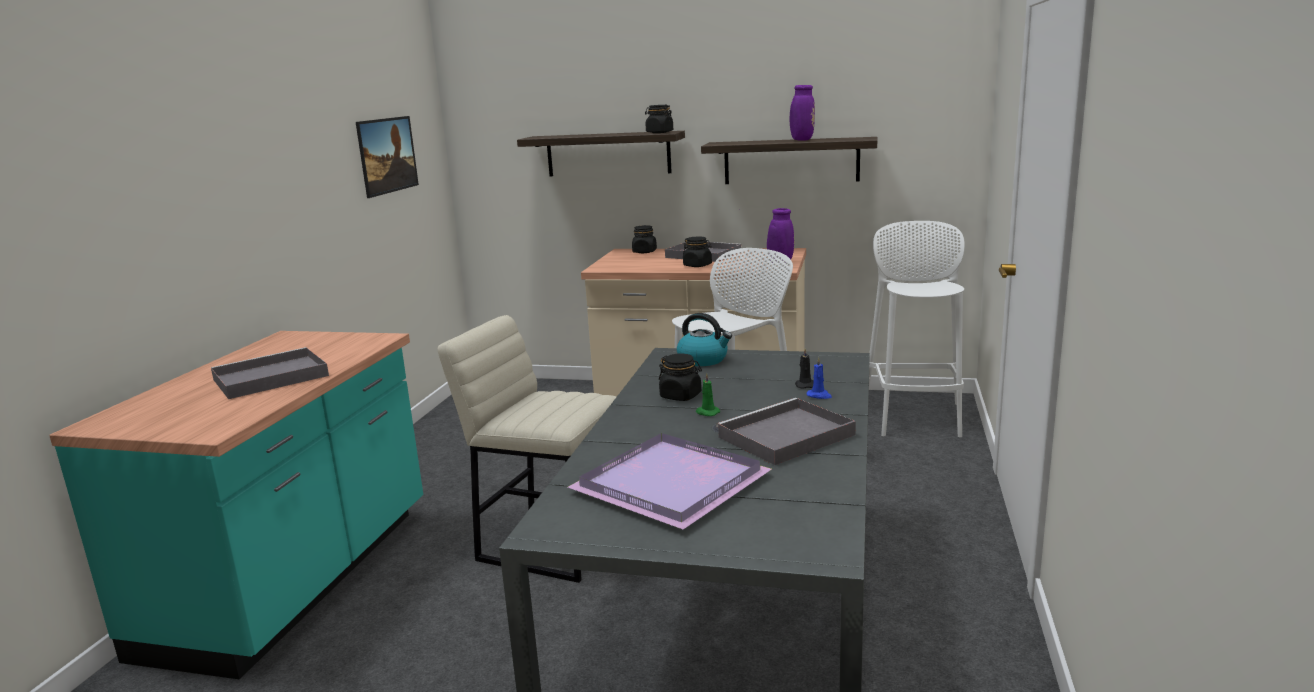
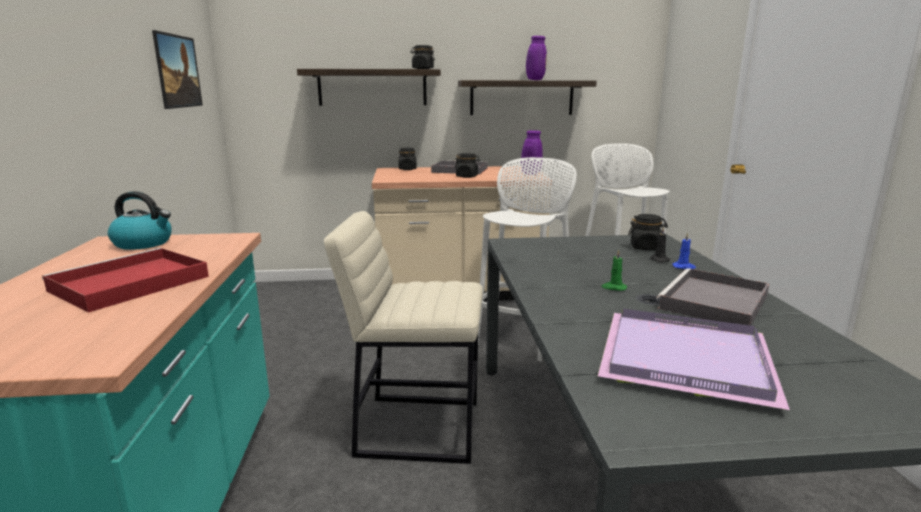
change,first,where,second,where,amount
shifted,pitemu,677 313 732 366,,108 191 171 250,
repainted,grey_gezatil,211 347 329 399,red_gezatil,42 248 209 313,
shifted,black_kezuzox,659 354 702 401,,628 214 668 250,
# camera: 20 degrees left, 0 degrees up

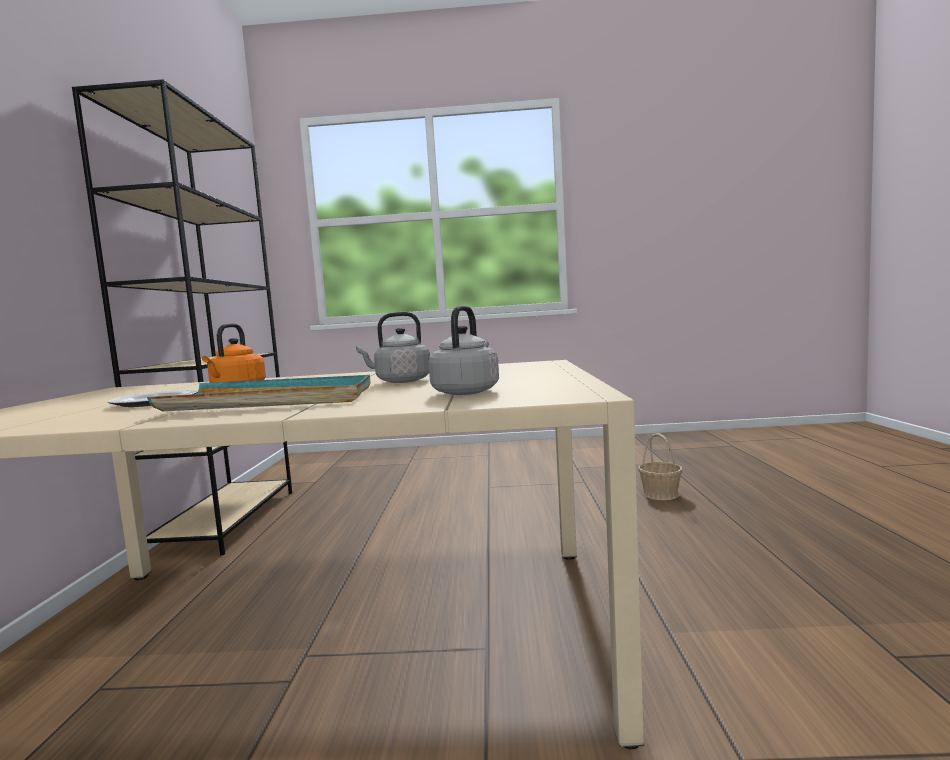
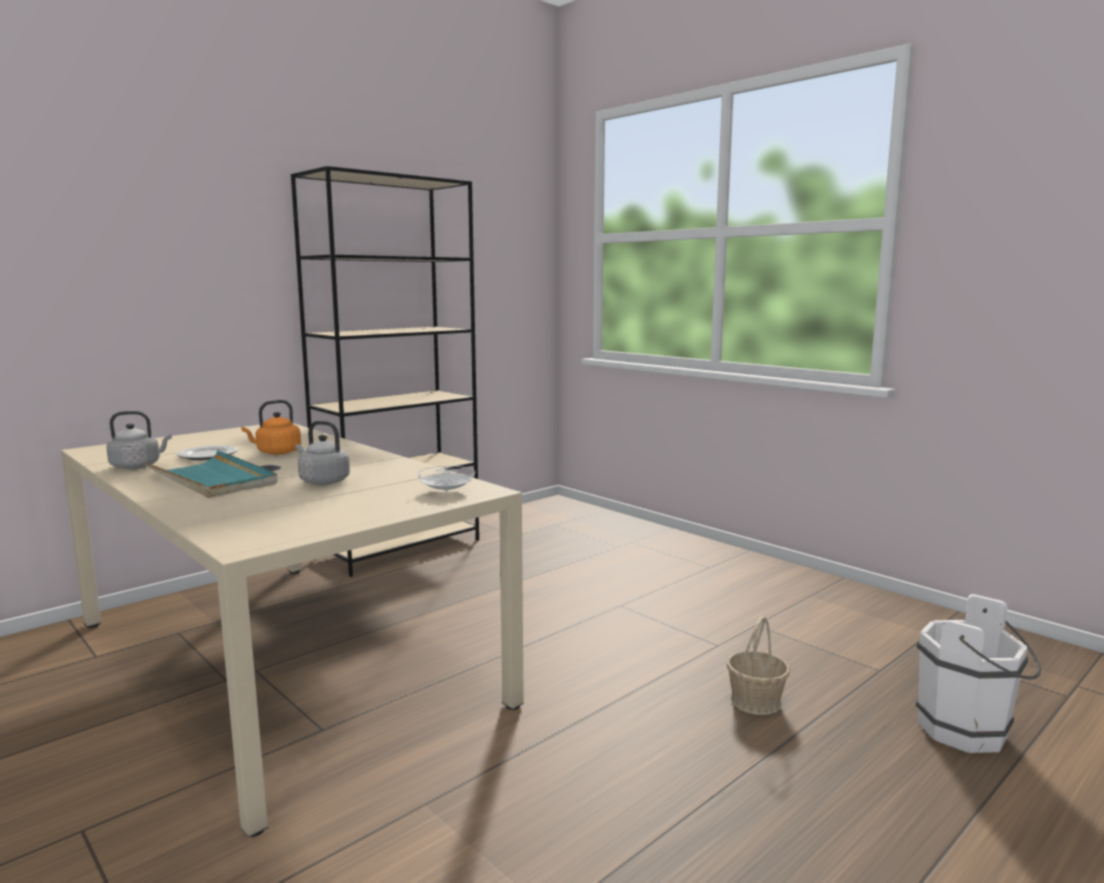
change,first,where,second,where,amount
shifted,grey_pitemu,429 305 499 395,,106 411 172 469,
new,,,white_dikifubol,417 466 476 492,
new,,,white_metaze,916 594 1041 753,
# camera: 45 degrees right, 5 degrees up

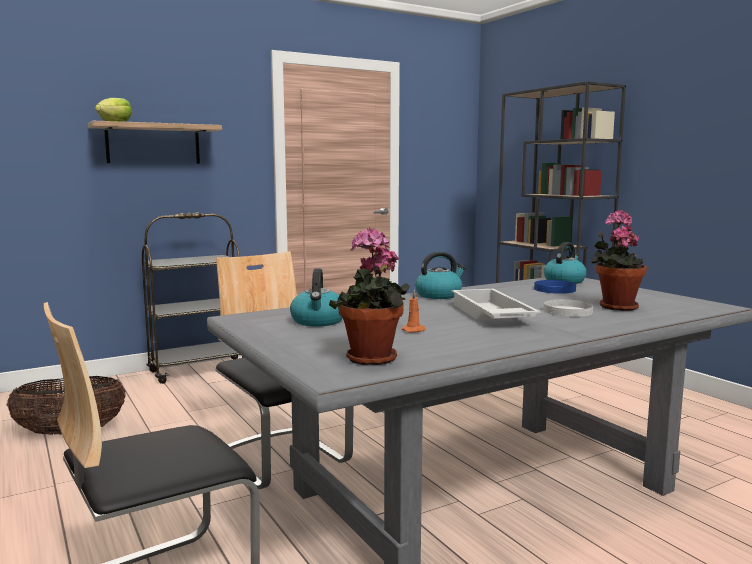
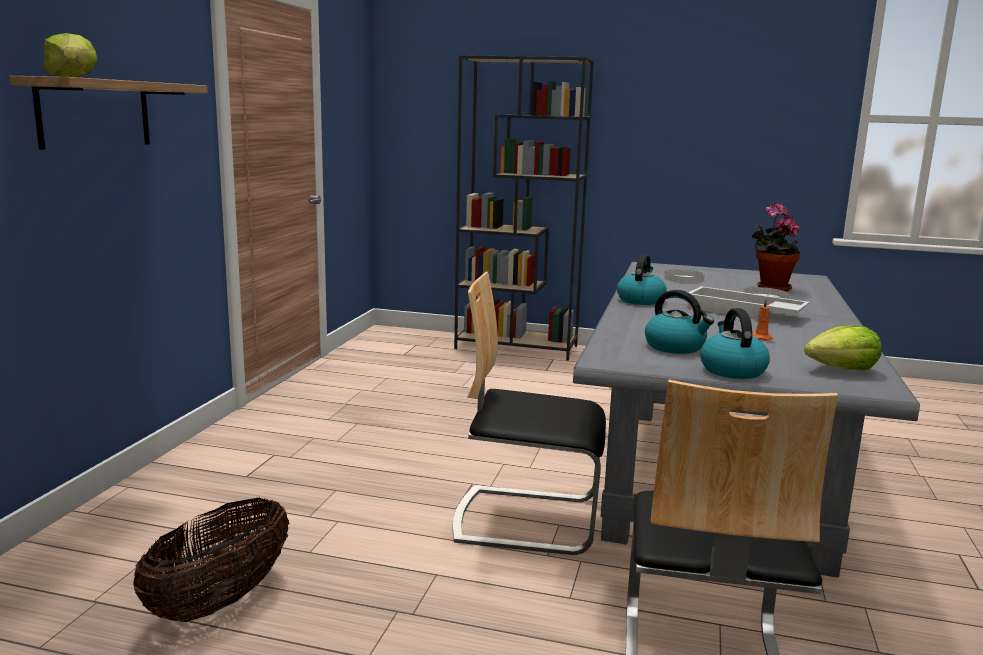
change,first,where,second,where,amount
gone,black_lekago,142 212 244 384,,,
swapped,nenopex,329 227 410 365,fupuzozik,804 326 882 370,
shifted,pitemu,544 242 587 284,,700 308 770 379,
repainted,blue_dikifubol,534 280 576 294,white_dikifubol,664 269 705 283,
# camera: 45 degrees left, 5 degrees up

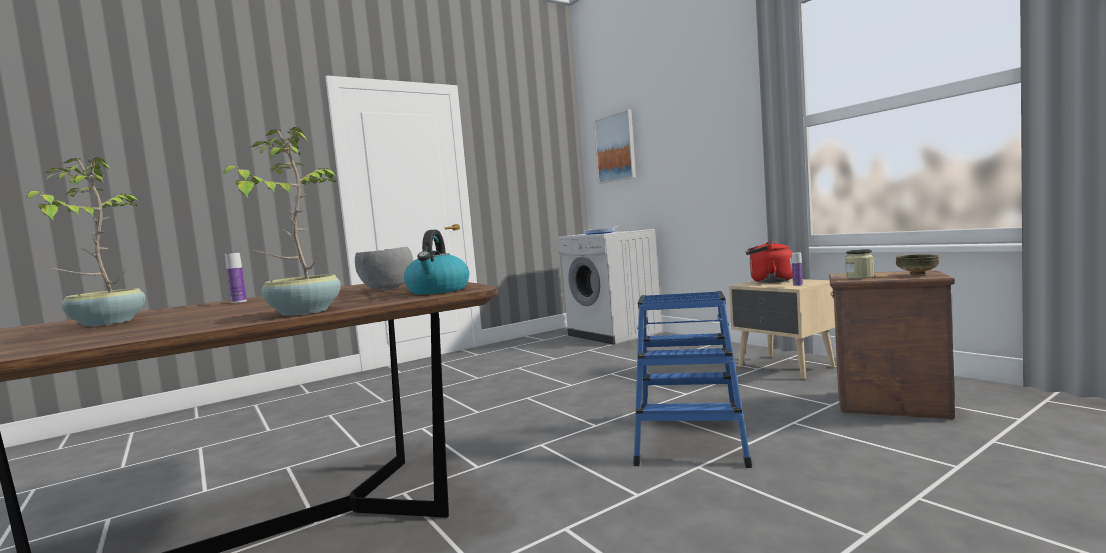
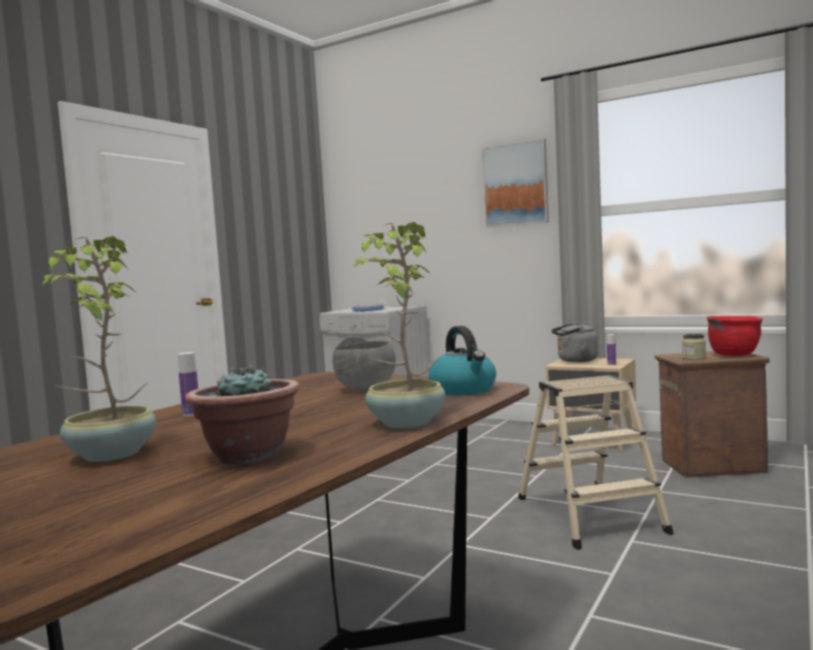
change,first,where,second,where,amount
shifted,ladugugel,594 109 636 184,,482 138 549 228,
repainted,red_pitemu,746 241 793 283,grey_pitemu,551 322 598 362,
swapped,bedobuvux,896 254 939 275,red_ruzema,707 316 763 356,
repainted,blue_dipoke,633 291 752 468,beige_dipoke,518 375 674 550,
new,,,nenopex,185 364 300 465,
# camera: 25 degrees left, 0 degrees up

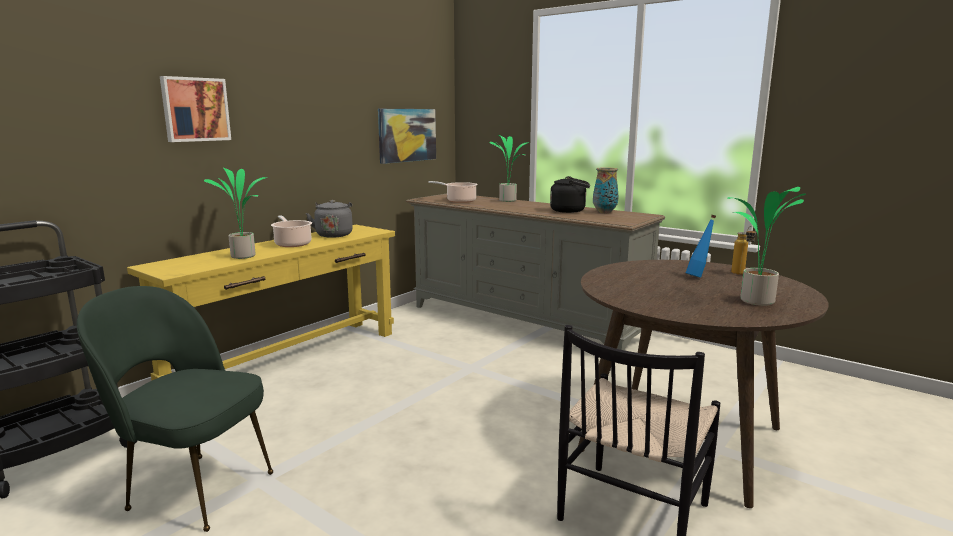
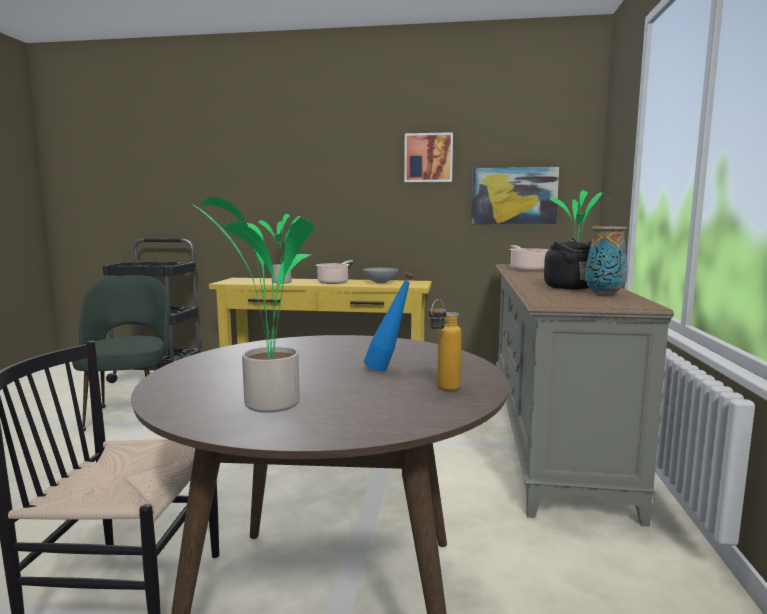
change,first,where,second,where,amount
shifted,ladugugel,160 76 231 142,,404 132 453 182,
swapped,grey_pitemu,306 200 353 238,grey_bedobuvux,363 268 399 284,
# camera: 60 degrees right, 5 degrees down

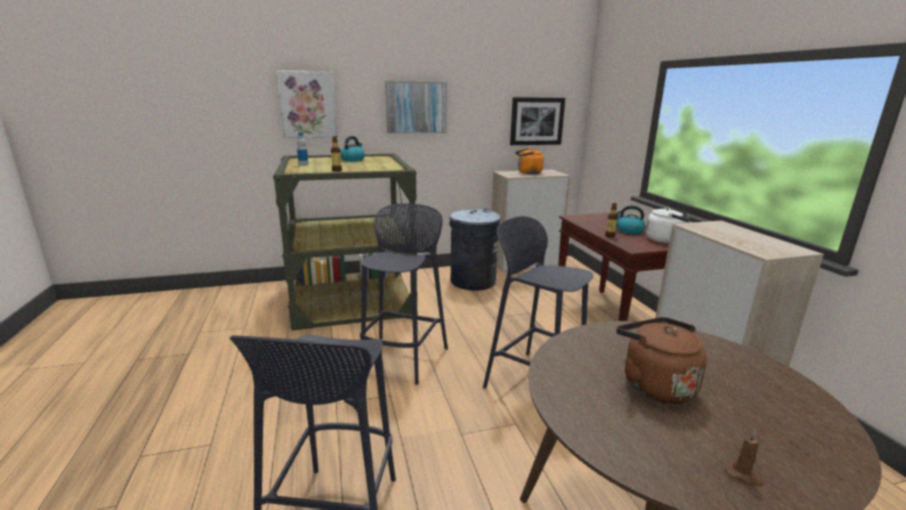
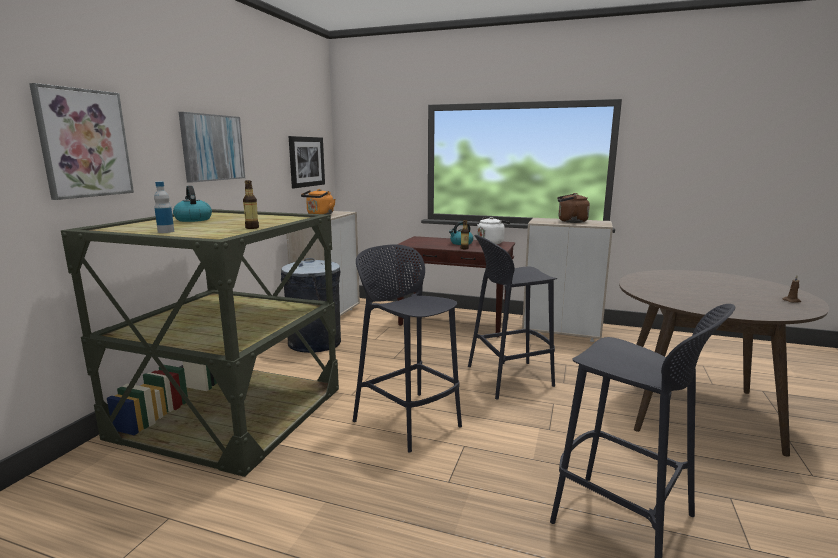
change,first,where,second,where,amount
shifted,brown_pitemu,616 317 707 404,,557 193 590 223,
# camera: 55 degrees left, 5 degrees down

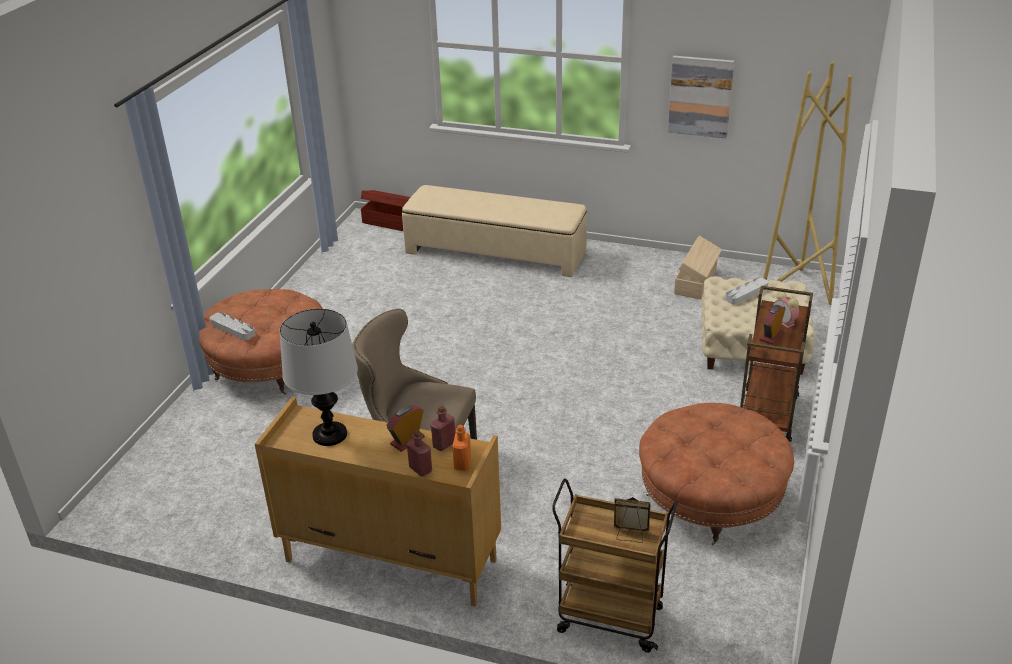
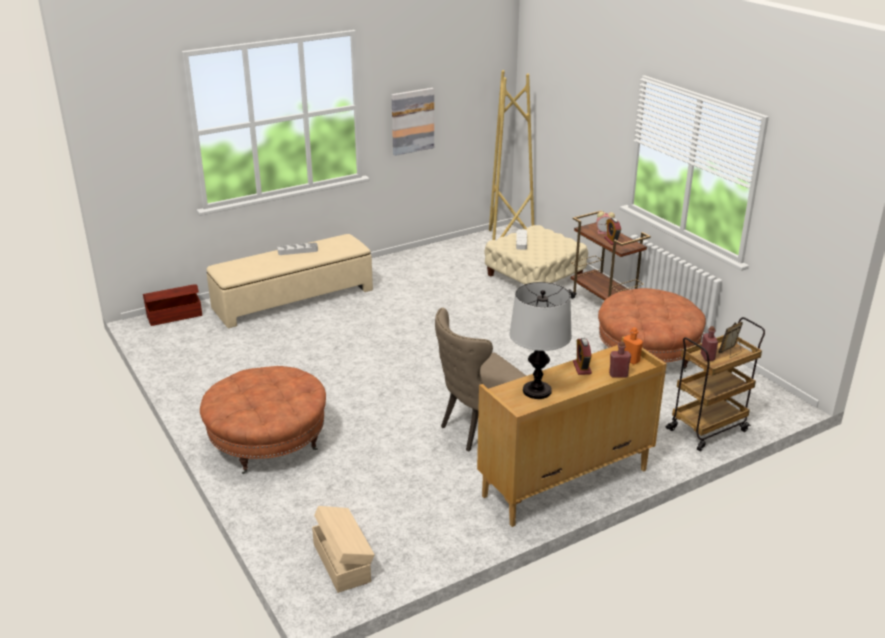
change,first,where,second,where,amount
shifted,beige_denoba,674 236 722 299,,312 506 375 593,
shifted,grey_gezatil,210 312 255 340,,277 243 318 255,
shifted,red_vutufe,430 406 455 451,,701 326 718 361,
# camera: 50 degrees left, 5 degrees down

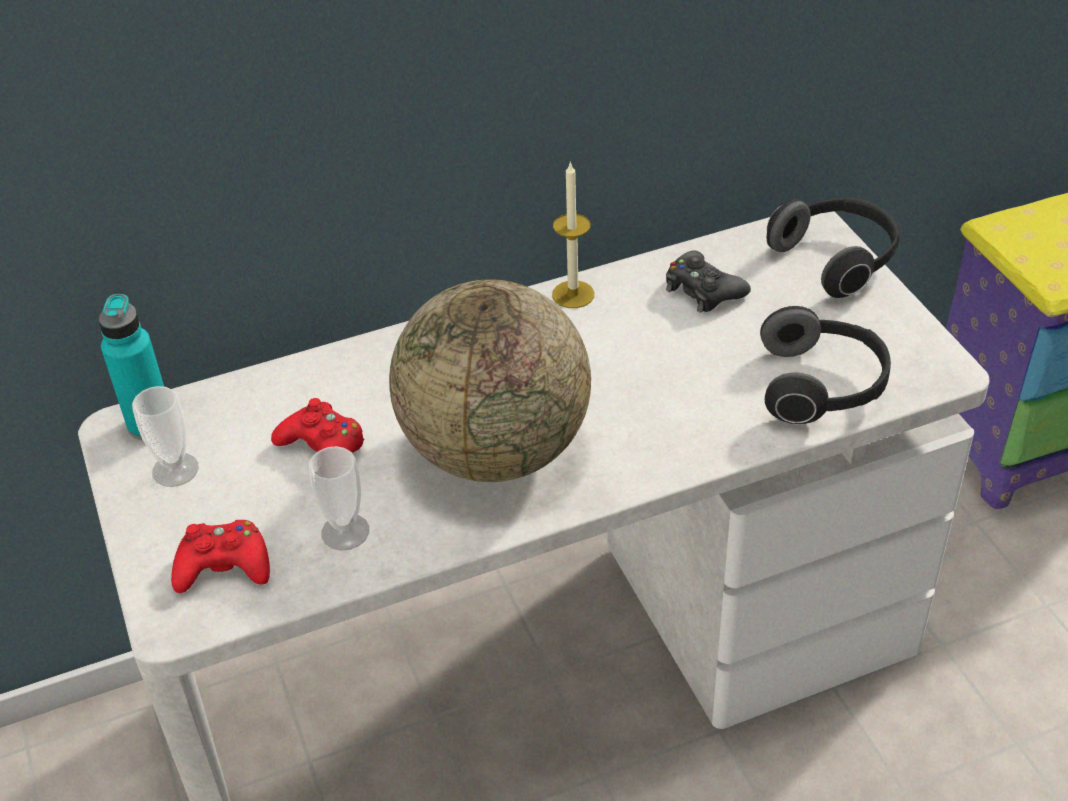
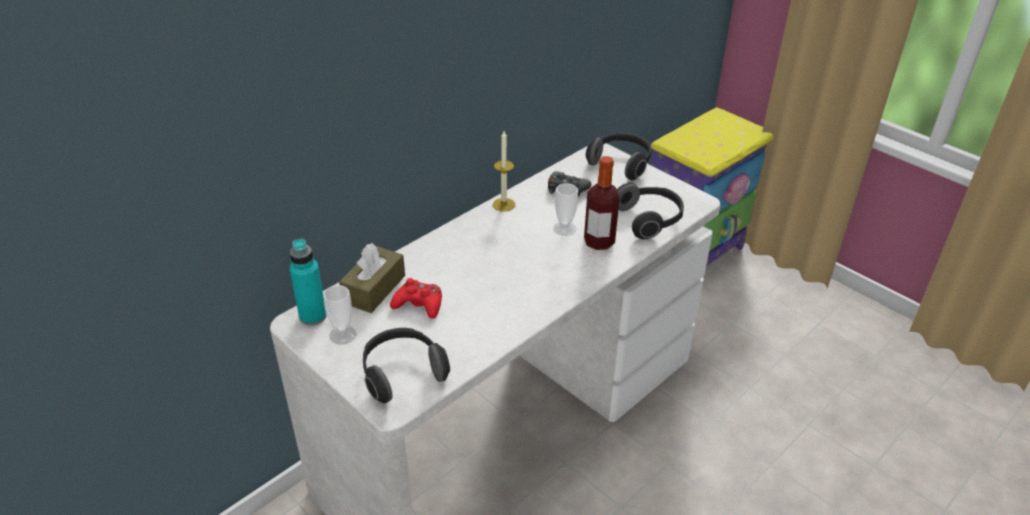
change,first,where,second,where,amount
gone,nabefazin,389 279 591 482,,,
shifted,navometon,309 446 369 551,,553 183 578 236,
swapped,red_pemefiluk,171 520 270 593,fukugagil,363 328 450 404,
new,,,vutufe,584 156 620 250,
new,,,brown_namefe,339 243 405 313,
# camera: 25 degrees left, 5 degrees down

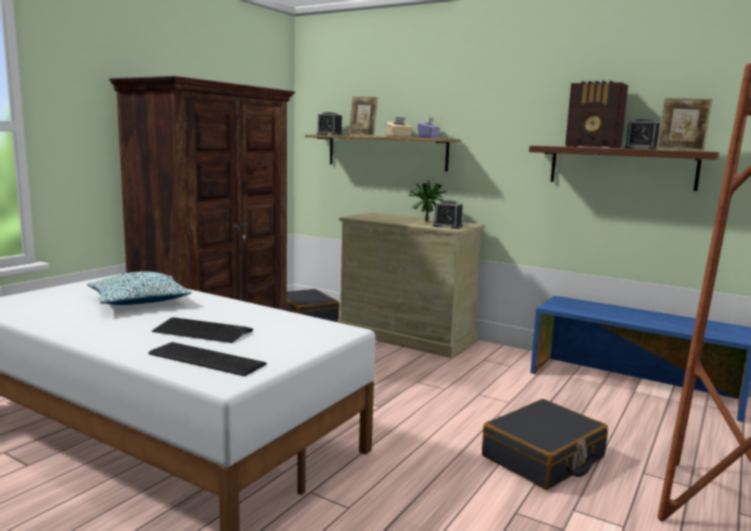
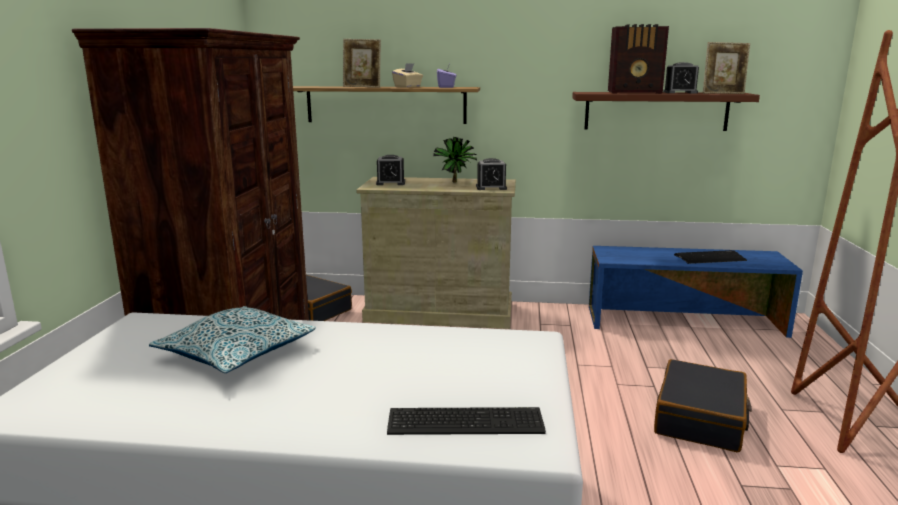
change,first,where,second,where,amount
shifted,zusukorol,316 112 343 136,,376 155 405 185,
shifted,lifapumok,152 318 253 343,,674 250 747 264,
# camera: 25 degrees left, 5 degrees up

